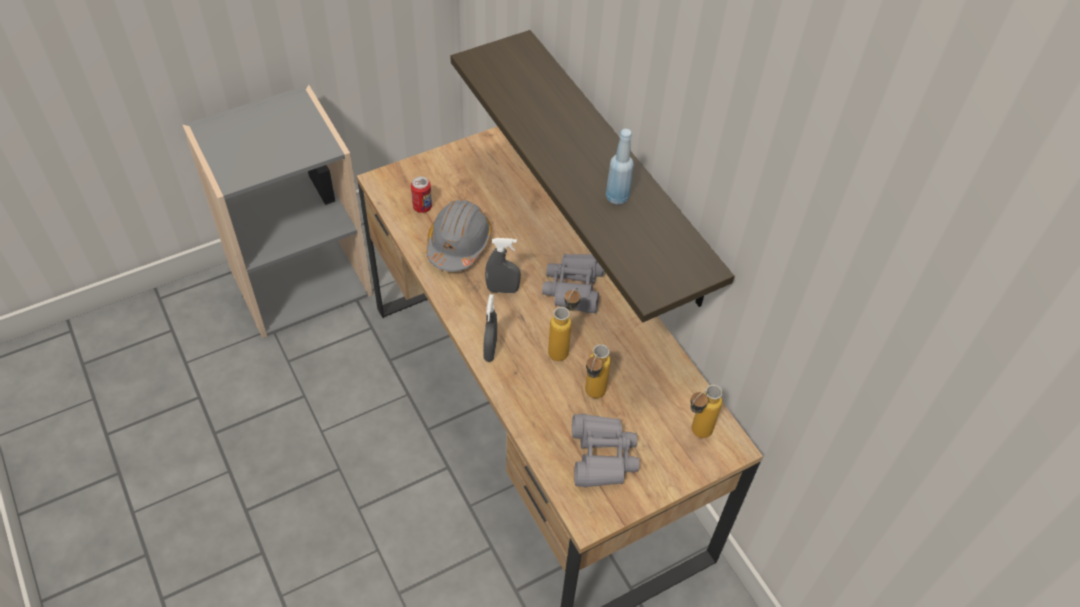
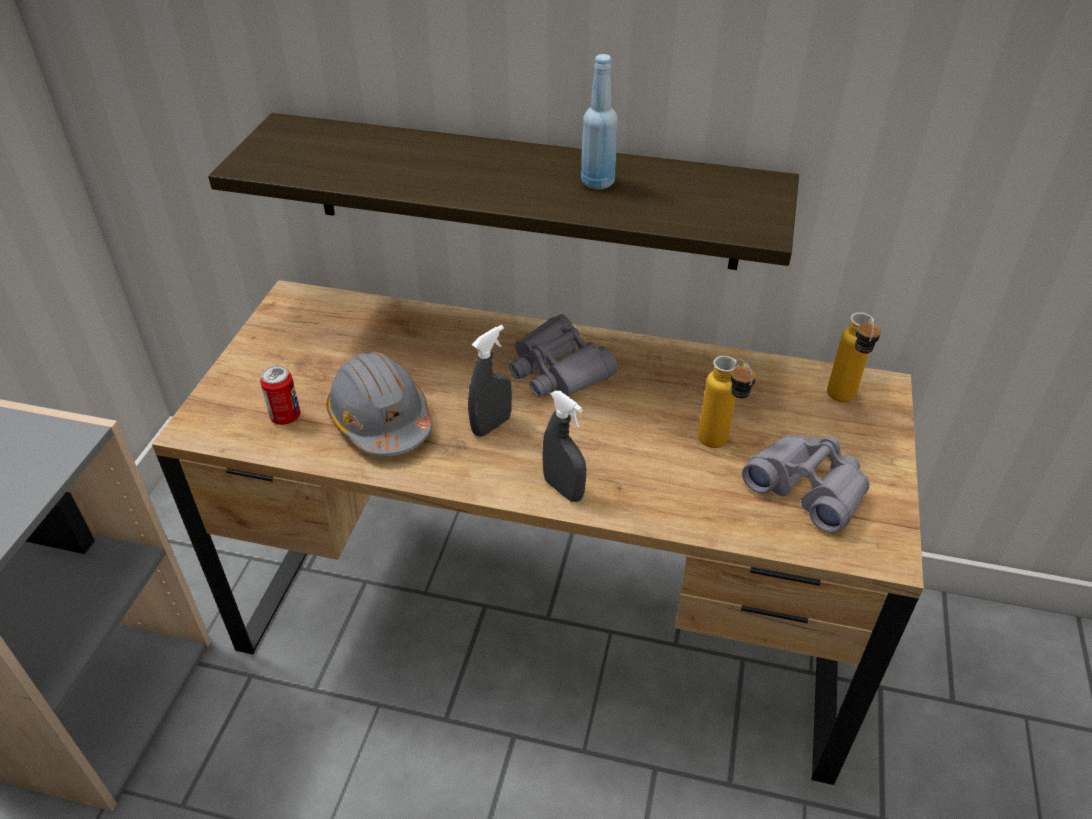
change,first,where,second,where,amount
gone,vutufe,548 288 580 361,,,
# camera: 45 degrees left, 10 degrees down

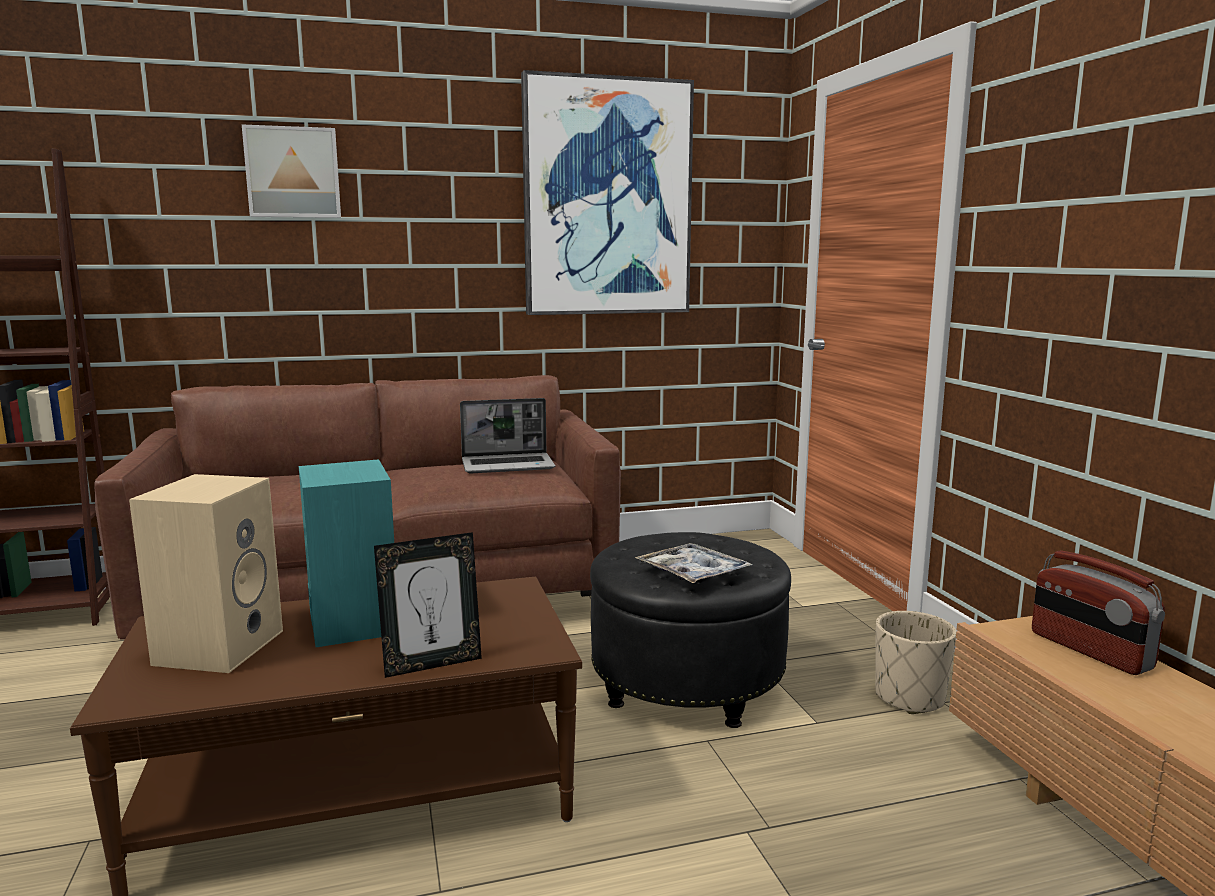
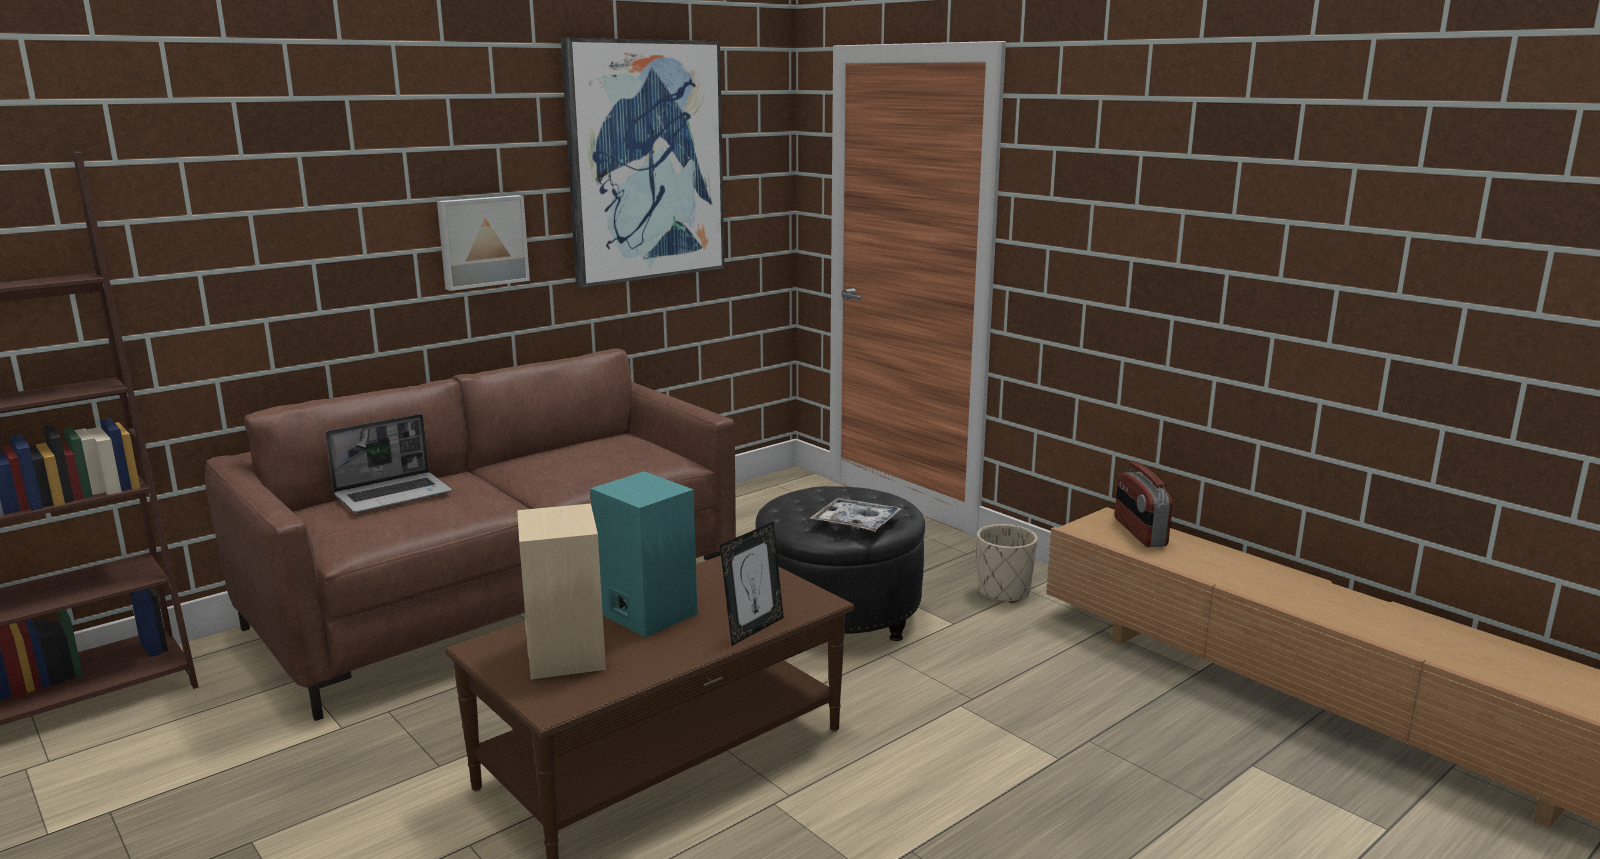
change,first,where,second,where,amount
shifted,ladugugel,242 125 341 218,,437 195 530 291,
shifted,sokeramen,460 398 556 473,,325 414 452 513,
rotated,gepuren,1032 551 1165 675,,1115 461 1173 547,45 degrees clockwise
# camera: 25 degrees left, 5 degrees up

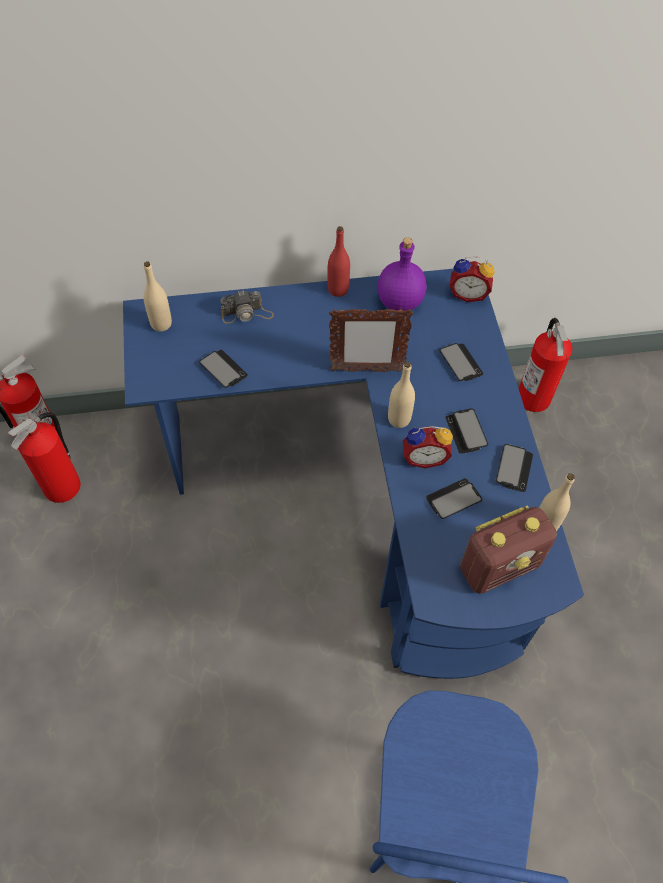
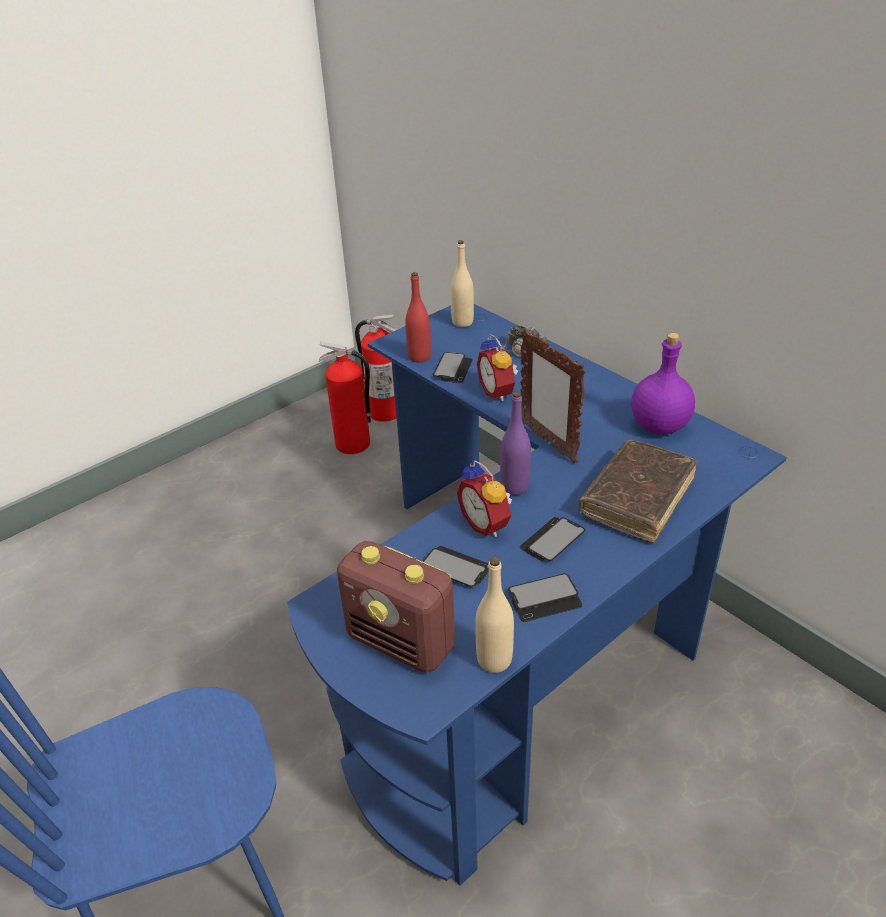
change,first,where,second,where,amount
shifted,red_vutufe,327 226 350 297,,405 272 431 362,
shifted,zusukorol,450 257 495 302,,477 334 518 402,
gone,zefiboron,519 318 572 412,,,
swapped,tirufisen,439 343 483 381,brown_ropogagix,579 440 697 543,
repainted,beige_vutufe,388 361 415 428,purple_vutufe,500 392 531 496,
# camera: 60 degrees right, 20 degrees down

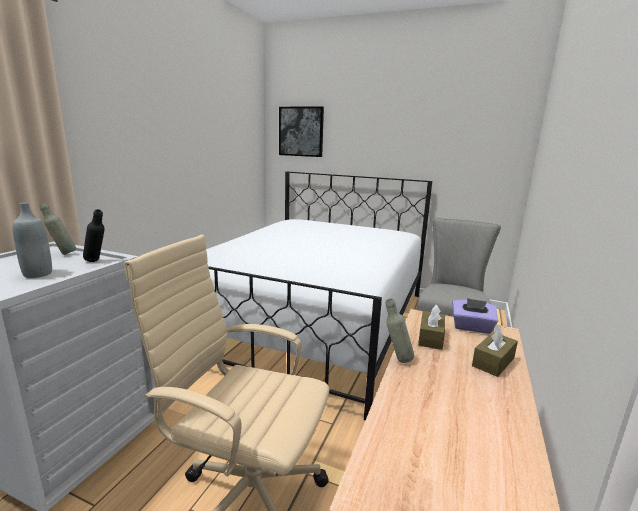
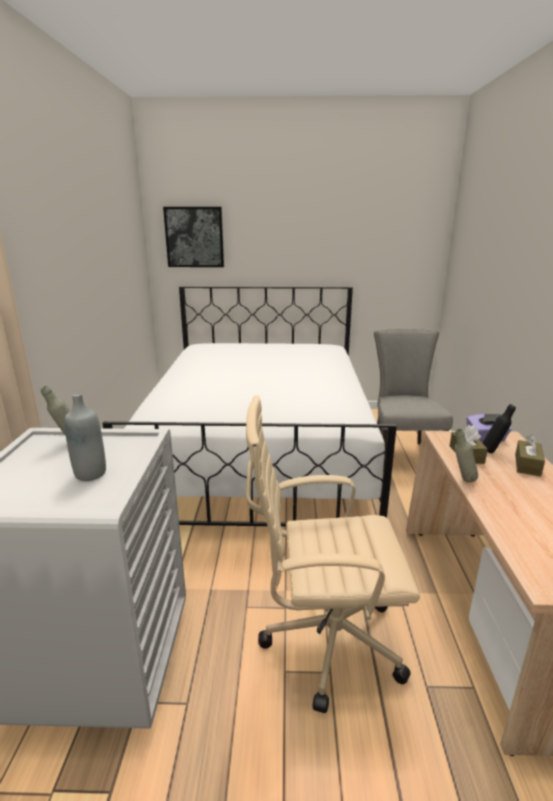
change,first,where,second,where,amount
shifted,black_vutufe,83 209 105 262,,483 404 516 453,
# camera: 20 degrees left, 5 degrees up

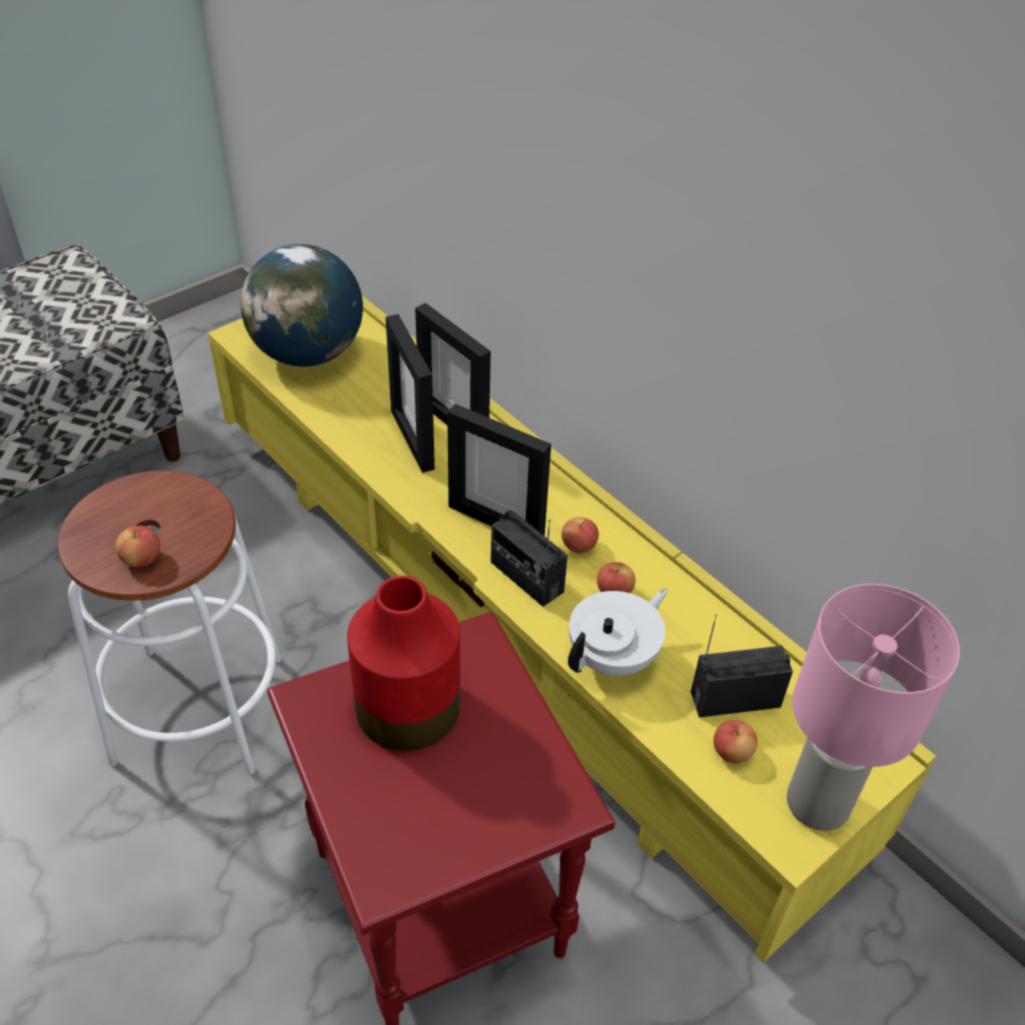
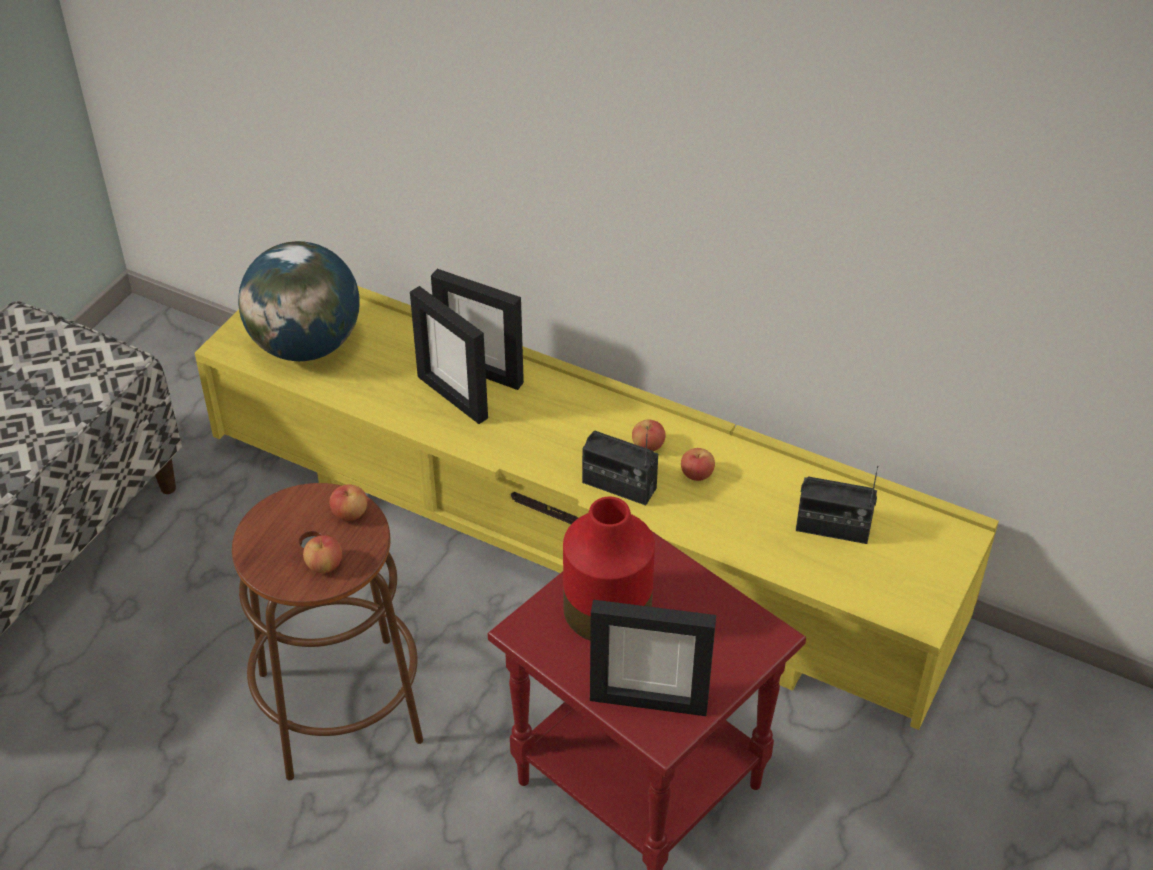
change,first,where,second,where,amount
shifted,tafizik,447 404 551 536,,590 600 716 716,
repainted,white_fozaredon,58 471 281 775,brown_fozaredon,232 483 423 780,
gone,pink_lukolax,787 584 960 831,,,
gone,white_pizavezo,568 588 668 676,,,
rotated,gepuren,691 614 793 717,,796 466 878 544,135 degrees counterclockwise
shifted,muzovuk,714 720 757 763,,329 484 368 521,
# camera: 20 degrees left, 0 degrees up

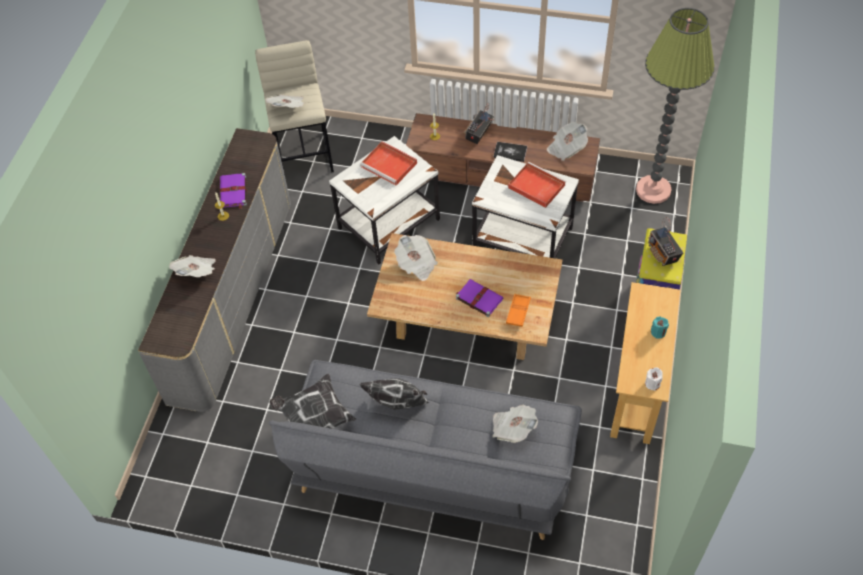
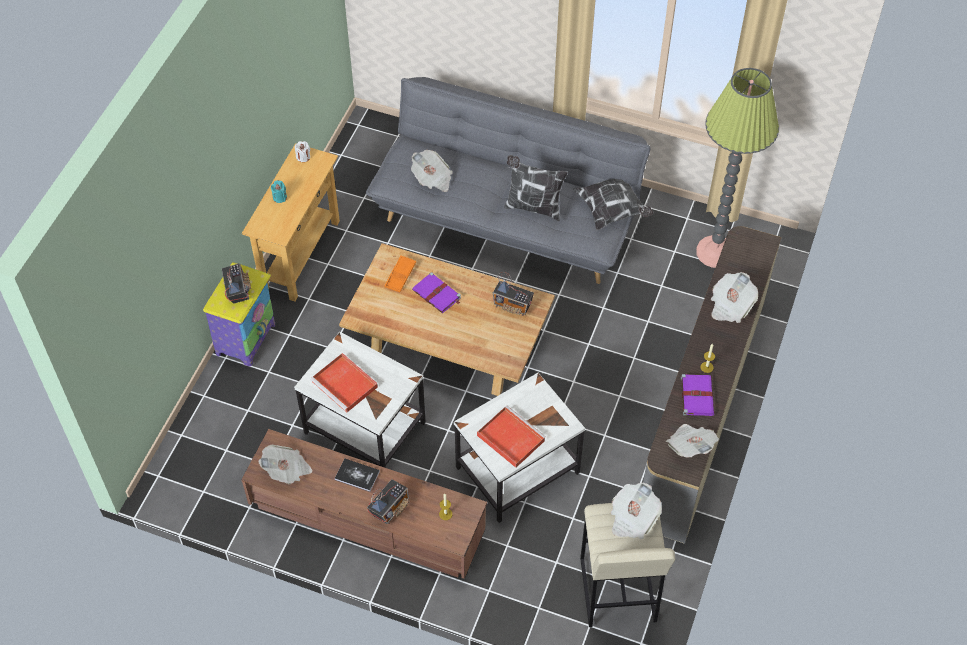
change,first,where,second,where,amount
shifted,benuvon,636 8 715 204,,696 68 779 268,
shifted,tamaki,394 235 438 281,,666 424 719 457,
new,,,gepuren,493 272 534 316,
# camera: 175 degrees left, 0 degrees up

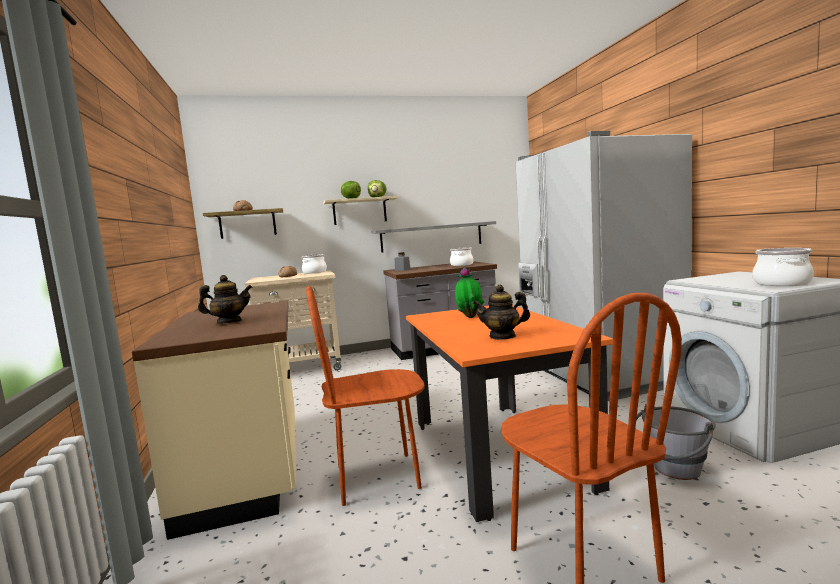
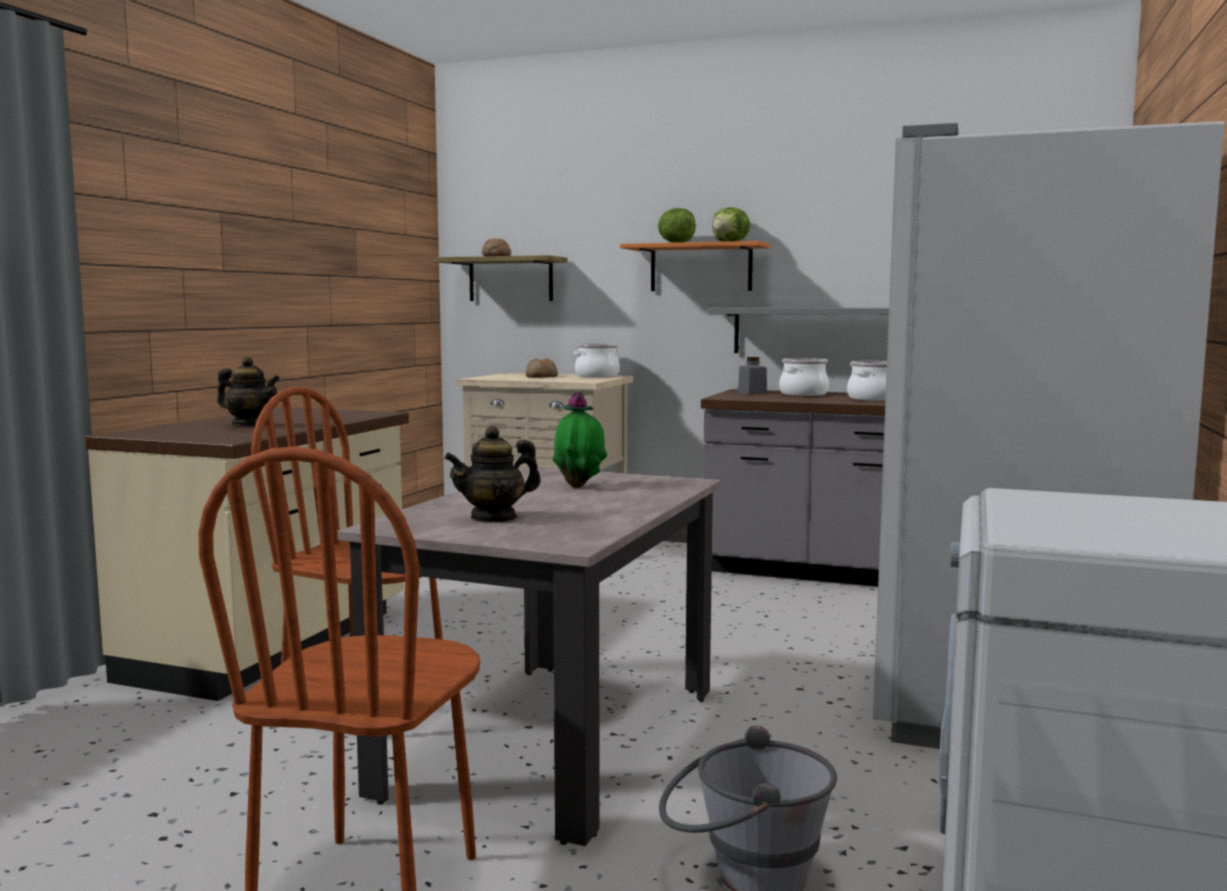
change,first,where,second,where,amount
repainted,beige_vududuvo,323 196 399 225,orange_vududuvo,620 241 770 291,
shifted,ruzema,752 248 814 286,,779 358 829 396,
rotated,pizavezo,473 285 530 340,,444 426 541 523,60 degrees counterclockwise
repainted,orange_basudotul,406 305 613 522,beige_basudotul,337 467 721 846,
# camera: 35 degrees right, 0 degrees up

